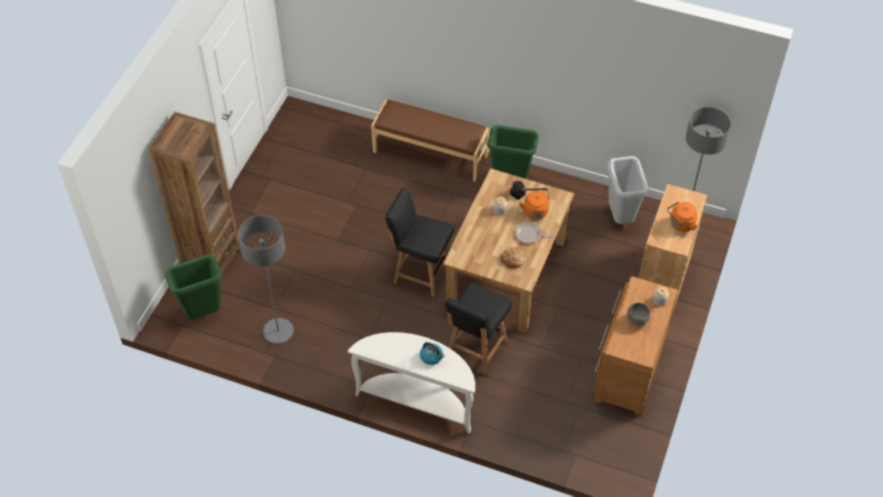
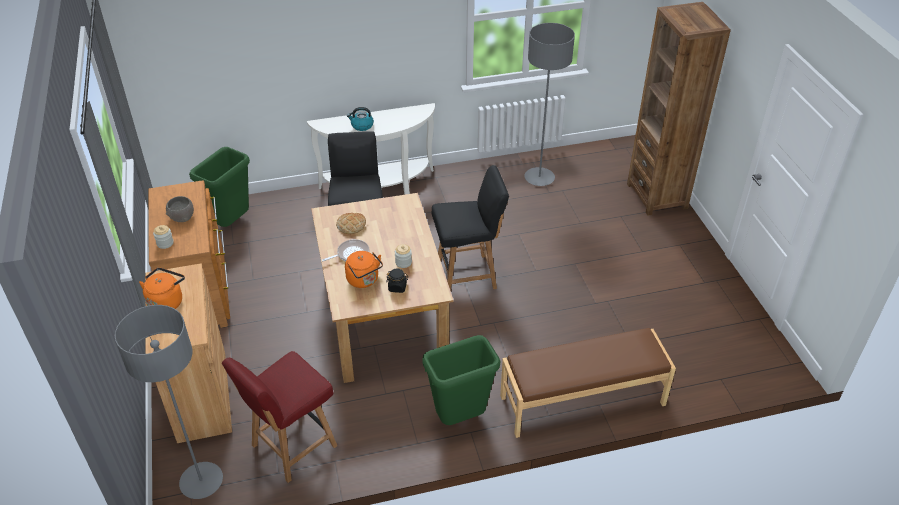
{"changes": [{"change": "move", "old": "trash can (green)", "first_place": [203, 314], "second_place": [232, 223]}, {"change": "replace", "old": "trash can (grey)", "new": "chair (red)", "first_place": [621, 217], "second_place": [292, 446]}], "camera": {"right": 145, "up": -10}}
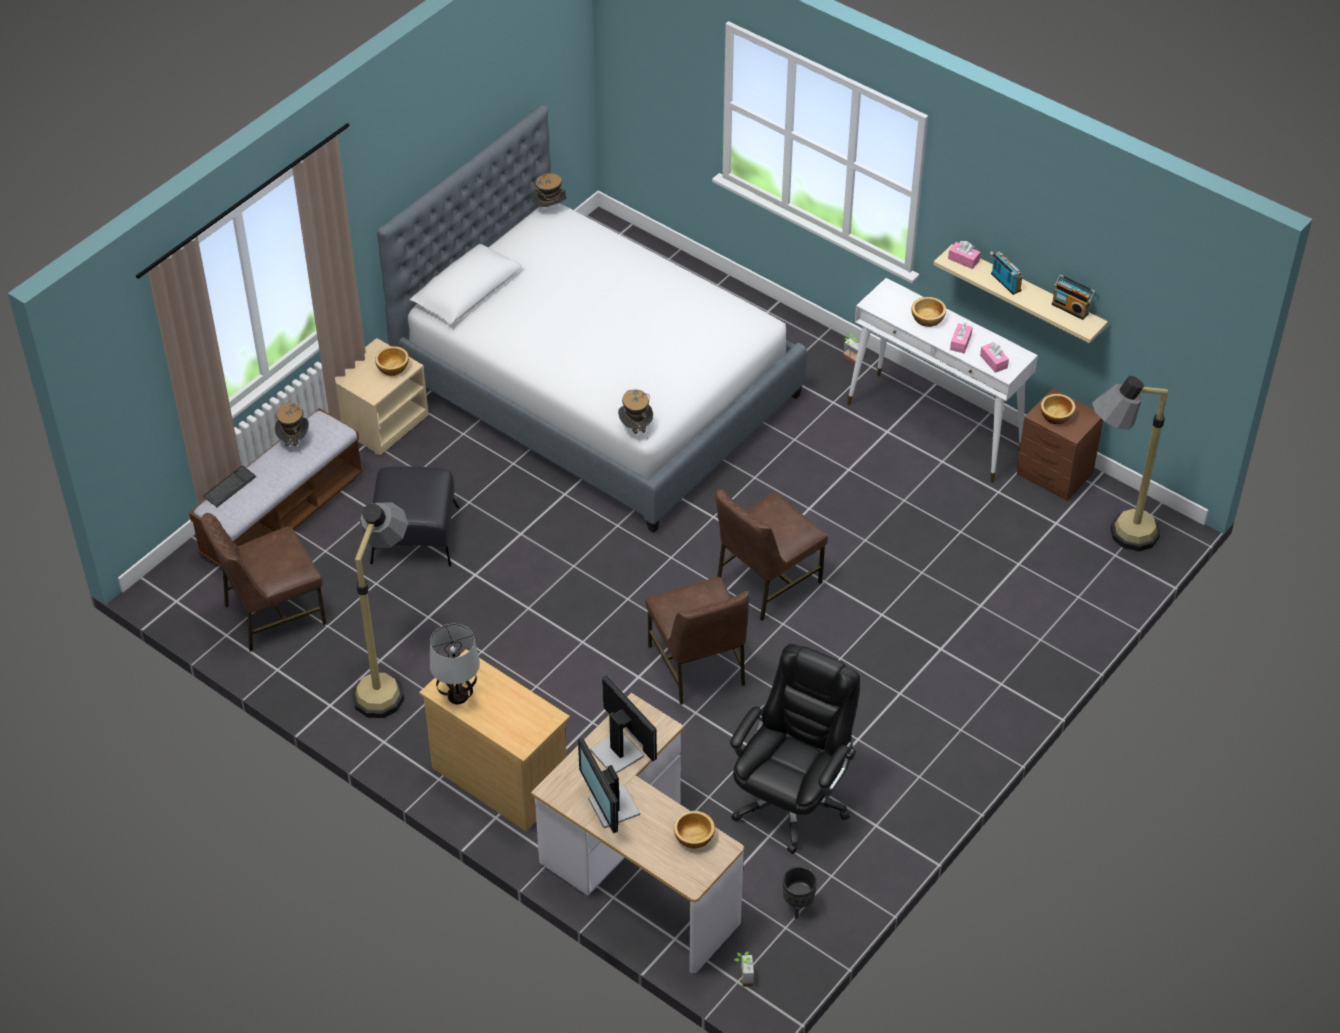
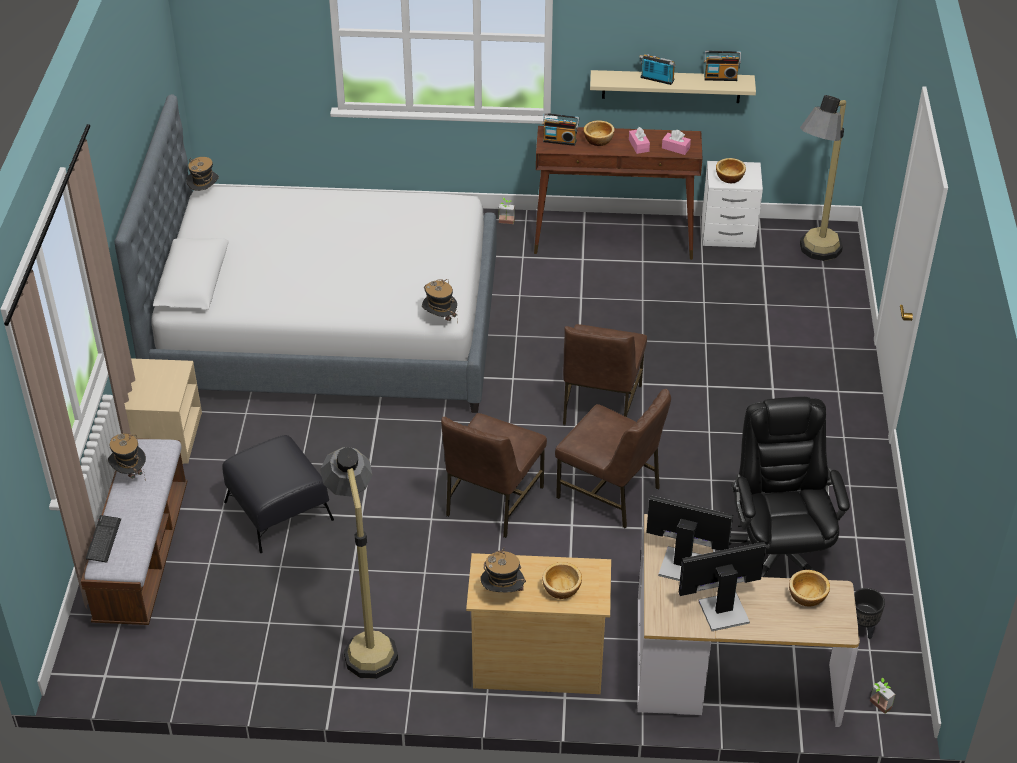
{"changes": [{"change": "move", "old": "chair (brown)", "first_place": [272, 614], "second_place": [492, 501]}, {"change": "replace", "old": "table lamp", "new": "hat", "first_place": [458, 695], "second_place": [502, 593]}, {"change": "recolor", "old": "console table (white)", "new": "console table (brown)", "first_place": [935, 427], "second_place": [614, 241]}, {"change": "insert", "new": "radio", "second_place": [560, 140]}, {"change": "move", "old": "bowl", "first_place": [392, 368], "second_place": [562, 589]}, {"change": "rotate", "old": "monitor", "first_place": [612, 808], "second_place": [722, 610], "degrees": 135}, {"change": "recolor", "old": "nightstand (brown)", "new": "nightstand (white)", "first_place": [1055, 475], "second_place": [729, 234]}, {"change": "delete", "old": "tissue box (pink)", "first_place": [963, 260]}], "camera": {"right": -35, "up": -5}}
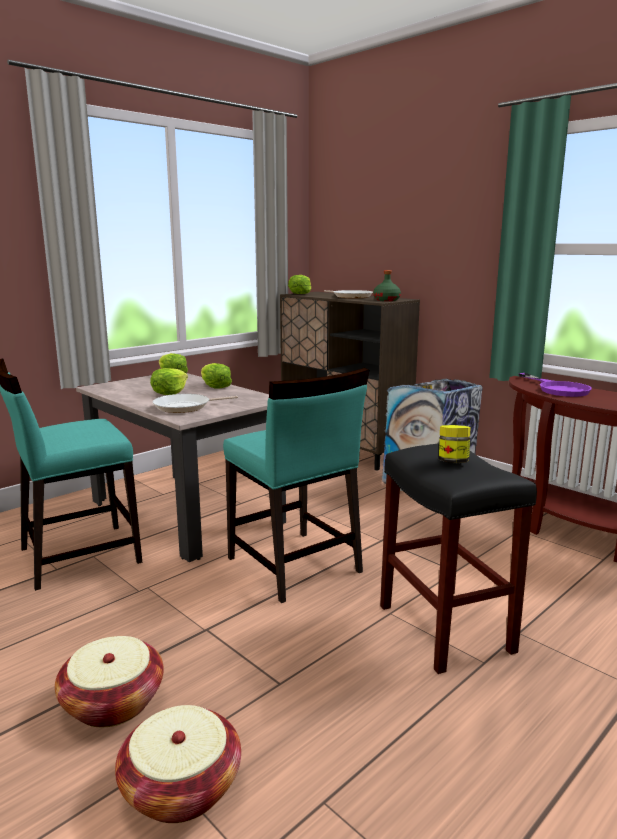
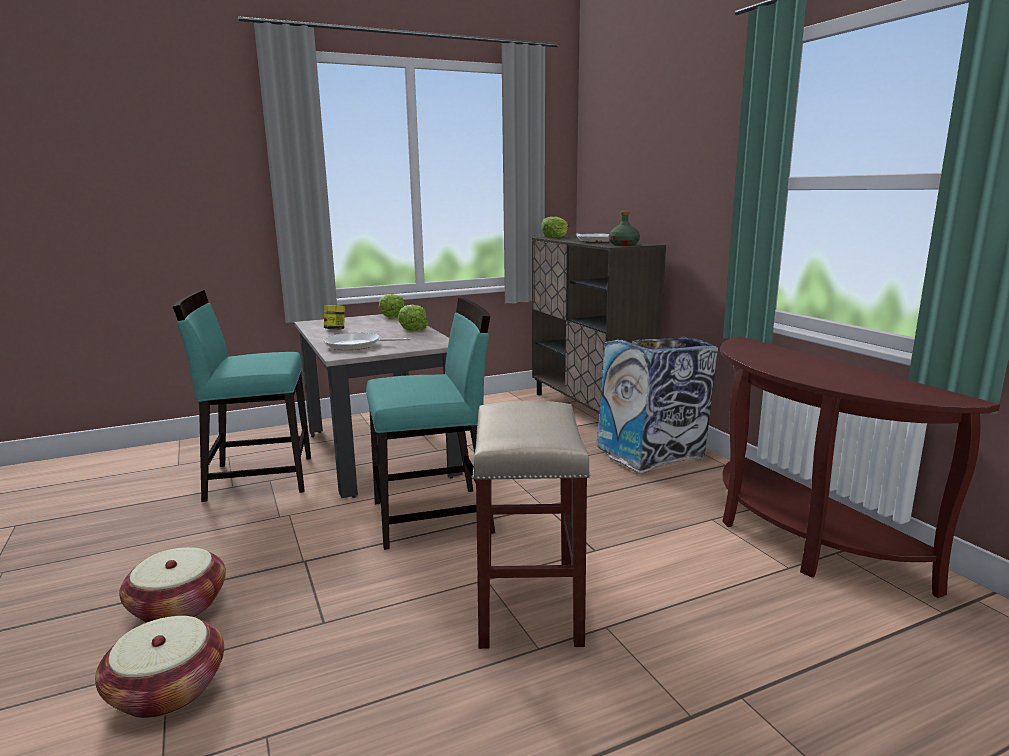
{"changes": [{"change": "move", "old": "jar", "first_place": [453, 462], "second_place": [335, 329]}, {"change": "rotate", "old": "chair (turquoise)", "first_place": [294, 566], "second_place": [434, 517], "degrees": -90}, {"change": "recolor", "old": "stool (black)", "new": "stool (beige)", "first_place": [446, 629], "second_place": [530, 607]}, {"change": "delete", "old": "lettuce", "first_place": [170, 392]}, {"change": "delete", "old": "frying pan (purple)", "first_place": [558, 389]}], "camera": {"right": 20, "up": 0}}
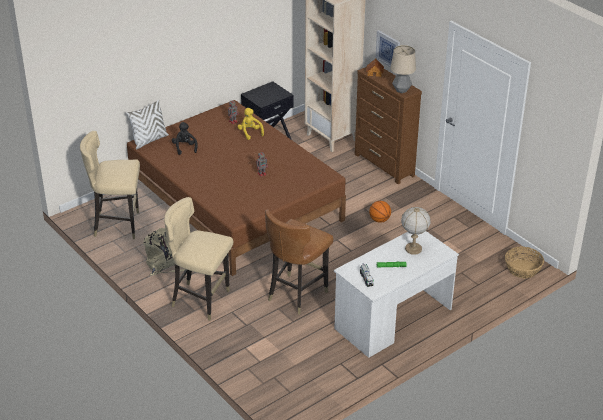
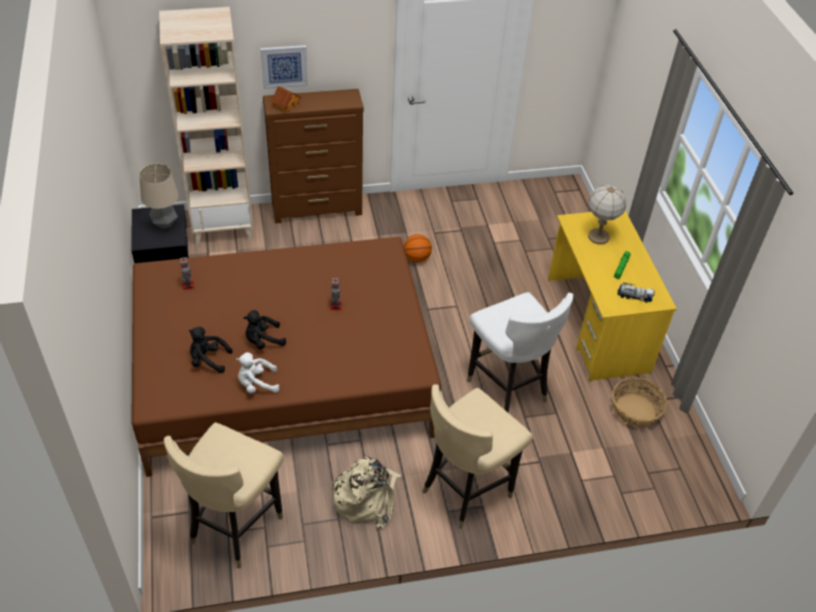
{"changes": [{"change": "move", "old": "table lamp", "first_place": [401, 90], "second_place": [165, 224]}, {"change": "insert", "new": "plush toy (white)", "second_place": [257, 384]}, {"change": "insert", "new": "plush toy (black)", "second_place": [263, 340]}, {"change": "recolor", "old": "chair (brown)", "new": "chair (white)", "first_place": [296, 294], "second_place": [507, 388]}, {"change": "recolor", "old": "desk (white)", "new": "desk (yellow)", "first_place": [393, 319], "second_place": [597, 325]}, {"change": "move", "old": "basket", "first_place": [522, 269], "second_place": [634, 410]}, {"change": "delete", "old": "pillow (white)", "first_place": [149, 140]}, {"change": "delete", "old": "plush toy (yellow)", "first_place": [250, 132]}], "camera": {"right": -65, "up": 10}}
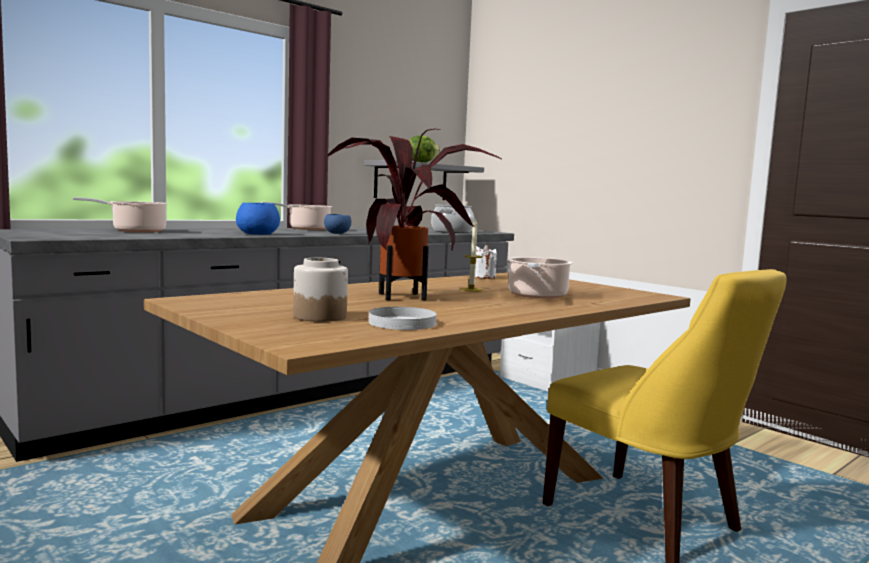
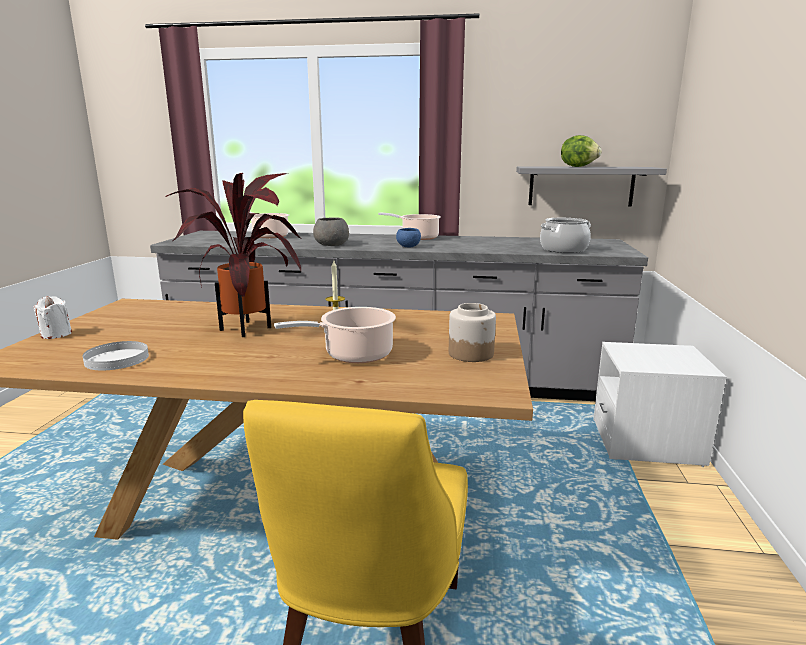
{"changes": [{"change": "move", "old": "candle (white)", "first_place": [484, 277], "second_place": [56, 334]}, {"change": "recolor", "old": "bowl (blue)", "new": "bowl (grey)", "first_place": [258, 234], "second_place": [332, 244]}, {"change": "move", "old": "jar", "first_place": [320, 316], "second_place": [471, 354]}], "camera": {"right": 50, "up": 10}}
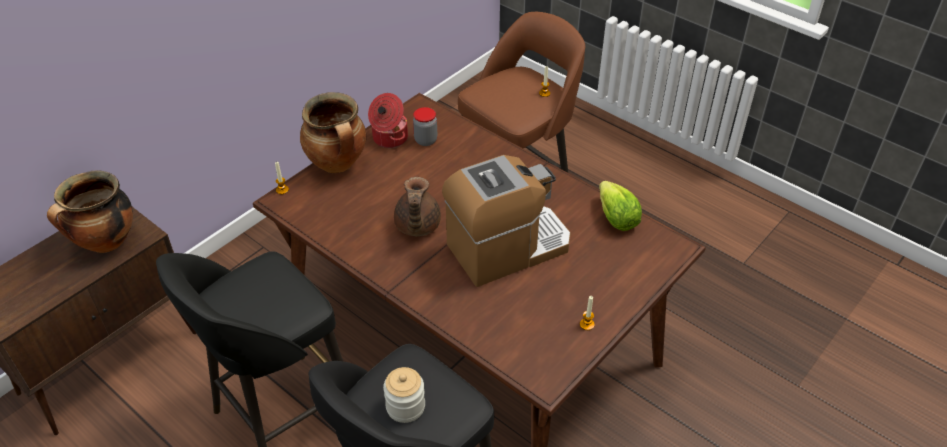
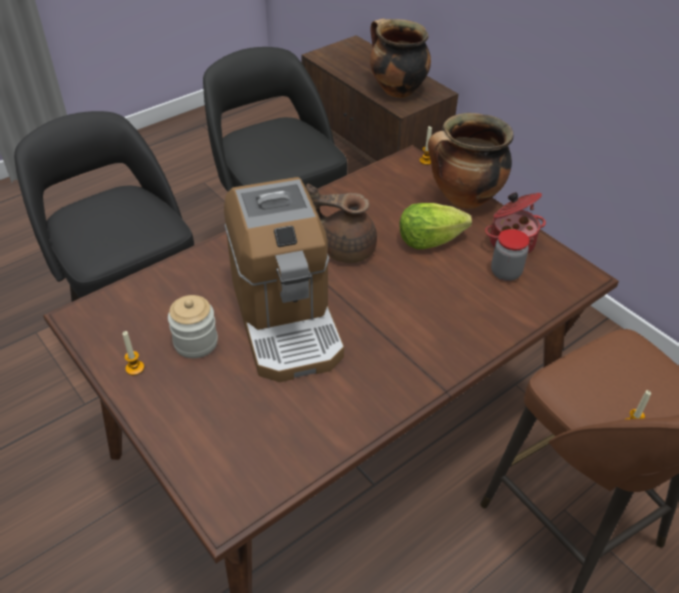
{"changes": [{"change": "move", "old": "jar", "first_place": [405, 406], "second_place": [196, 342]}, {"change": "move", "old": "lettuce", "first_place": [616, 219], "second_place": [429, 240]}], "camera": {"right": 100, "up": 0}}
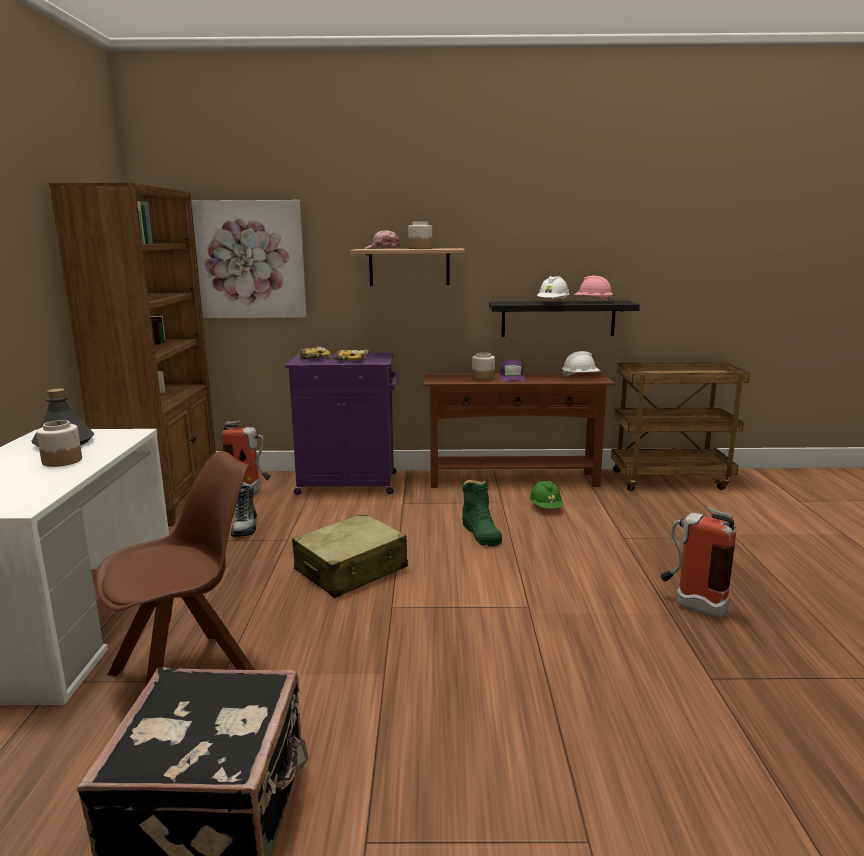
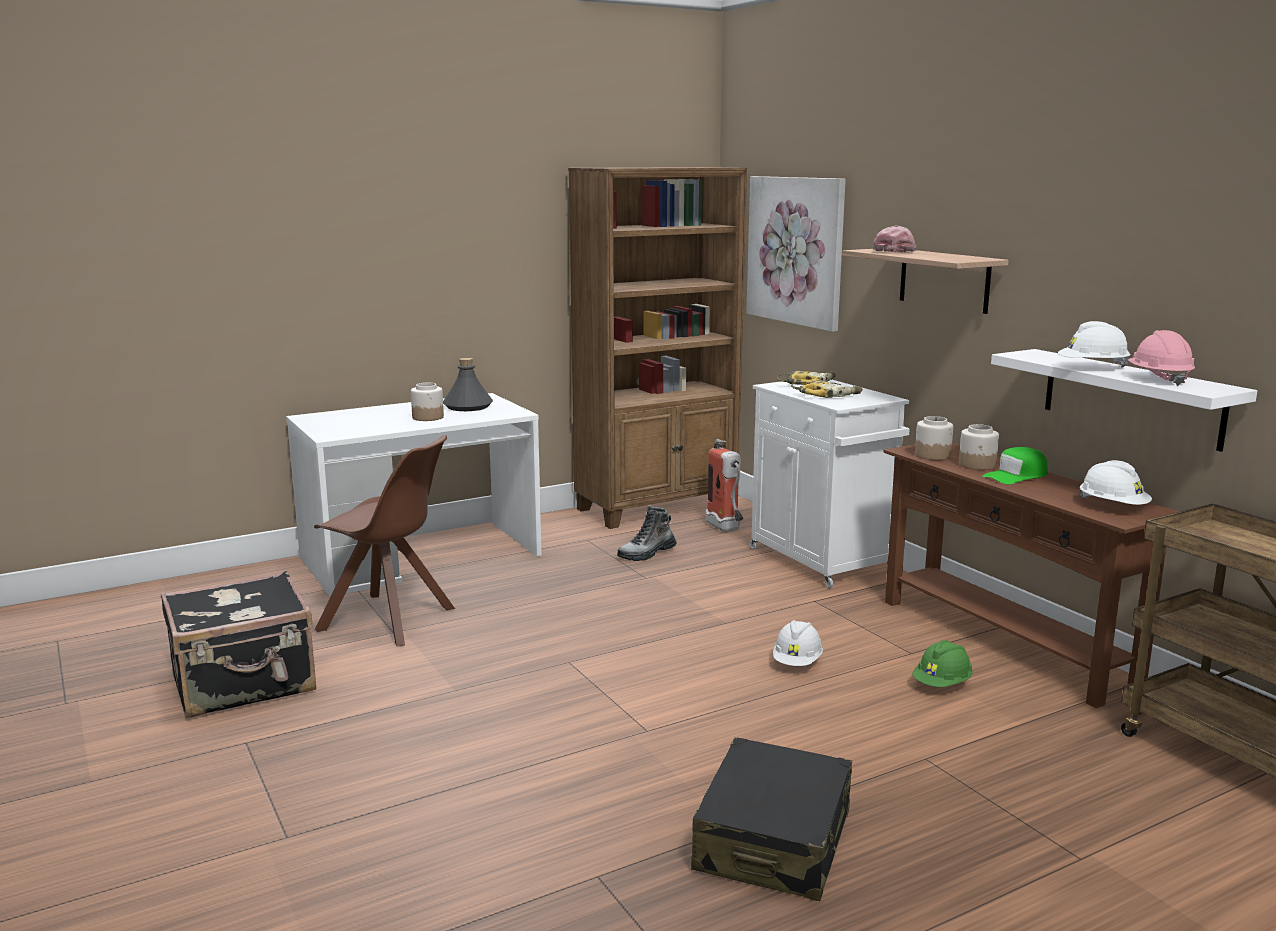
{"changes": [{"change": "replace", "old": "fire extinguisher", "new": "suitcase (black)", "first_place": [691, 605], "second_place": [773, 841]}, {"change": "recolor", "old": "cabinet (purple)", "new": "cabinet (white)", "first_place": [349, 483], "second_place": [822, 561]}, {"change": "replace", "old": "boot (green)", "new": "hard hat (white)", "first_place": [481, 533], "second_place": [797, 662]}, {"change": "move", "old": "jar", "first_place": [420, 248], "second_place": [932, 455]}, {"change": "recolor", "old": "cap (purple)", "new": "cap (green)", "first_place": [512, 377], "second_place": [1016, 476]}, {"change": "recolor", "old": "shelf (black)", "new": "shelf (white)", "first_place": [558, 318], "second_place": [1131, 398]}, {"change": "delete", "old": "suitcase (beige)", "first_place": [351, 569]}], "camera": {"right": 60, "up": 0}}
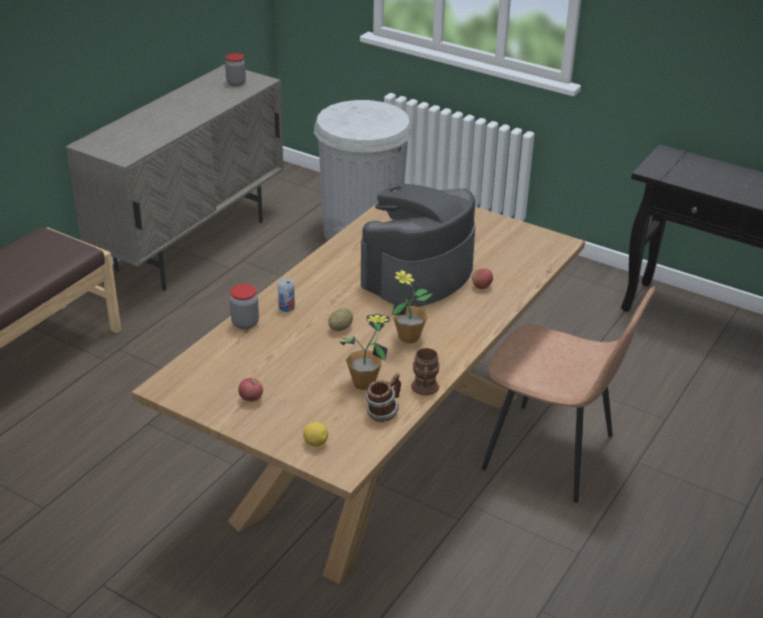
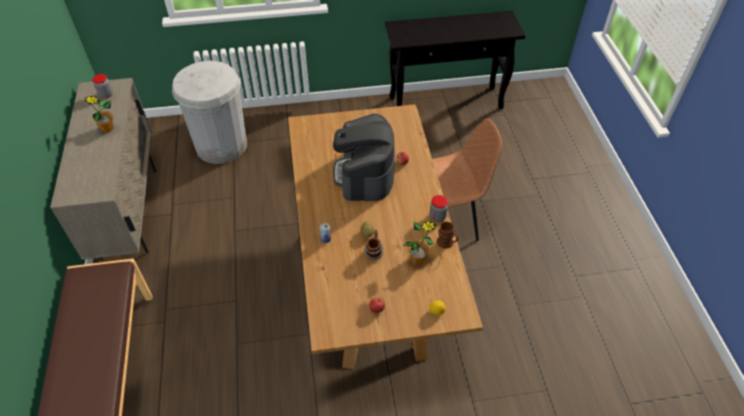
{"changes": [{"change": "move", "old": "potted plant", "first_place": [409, 337], "second_place": [107, 128]}, {"change": "move", "old": "mug", "first_place": [383, 412], "second_place": [373, 252]}, {"change": "move", "old": "jar", "first_place": [245, 323], "second_place": [437, 217]}], "camera": {"right": -40, "up": 15}}
